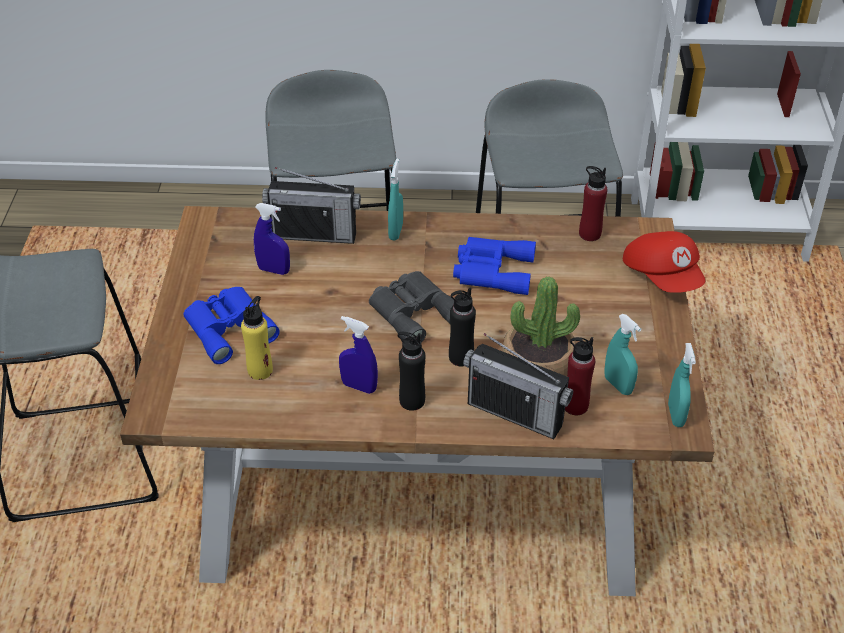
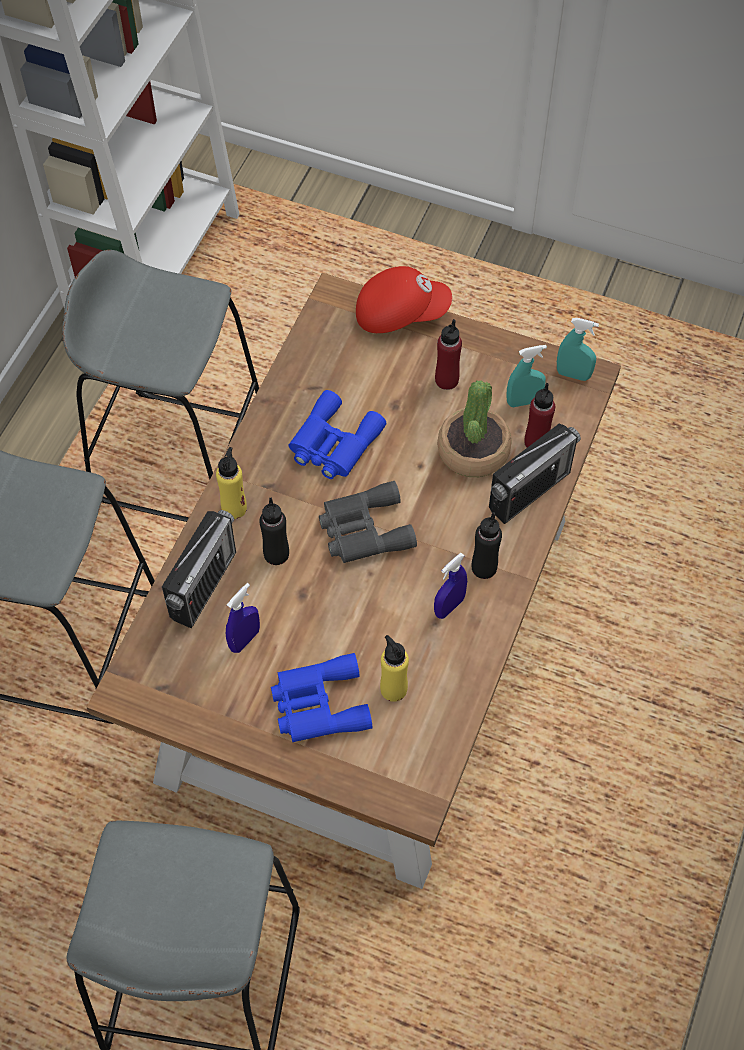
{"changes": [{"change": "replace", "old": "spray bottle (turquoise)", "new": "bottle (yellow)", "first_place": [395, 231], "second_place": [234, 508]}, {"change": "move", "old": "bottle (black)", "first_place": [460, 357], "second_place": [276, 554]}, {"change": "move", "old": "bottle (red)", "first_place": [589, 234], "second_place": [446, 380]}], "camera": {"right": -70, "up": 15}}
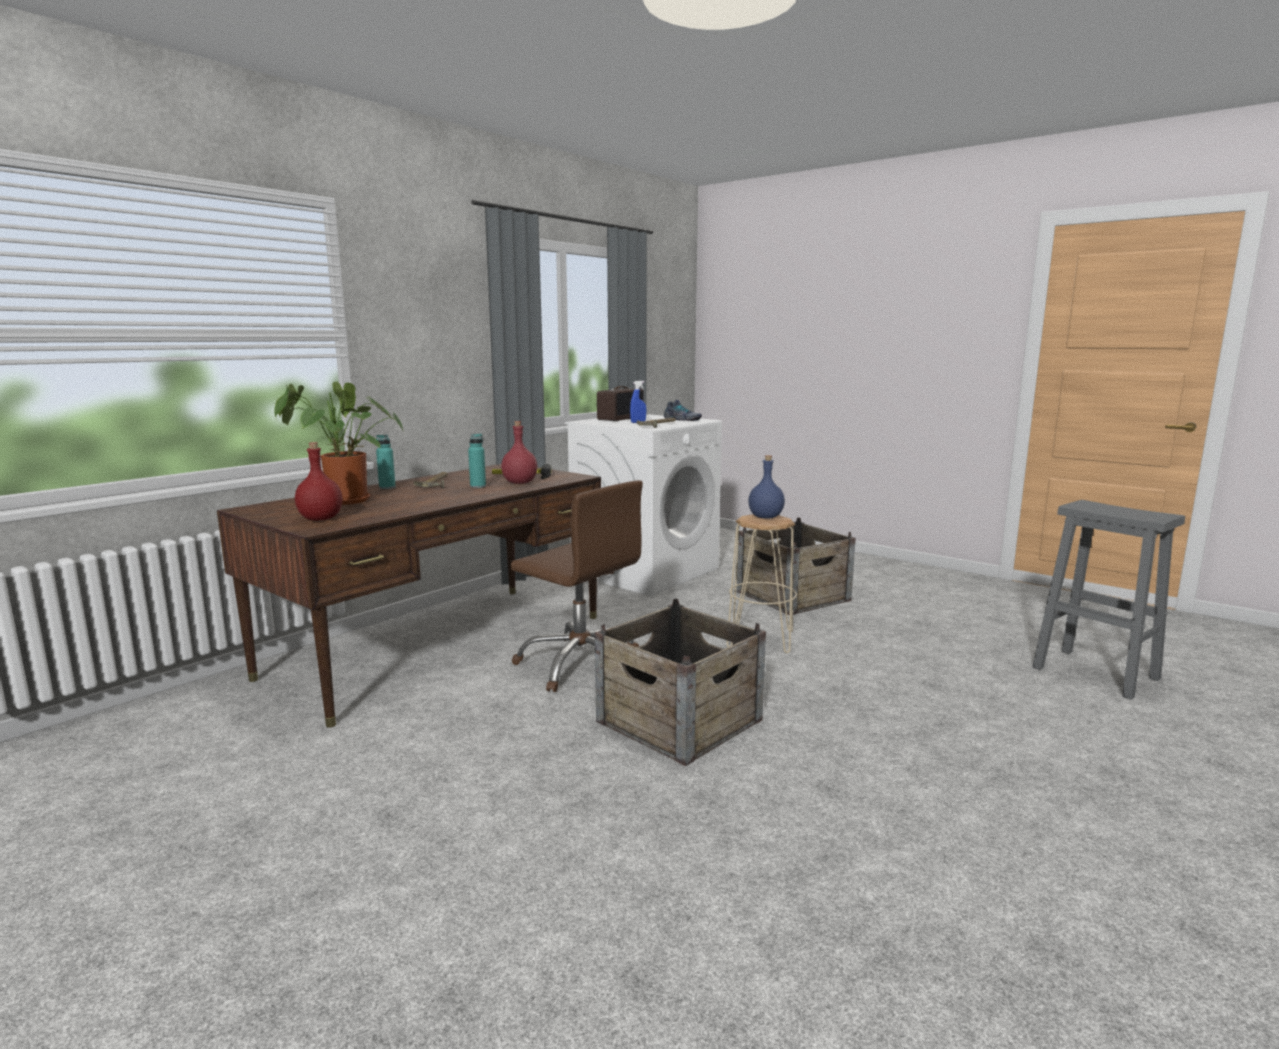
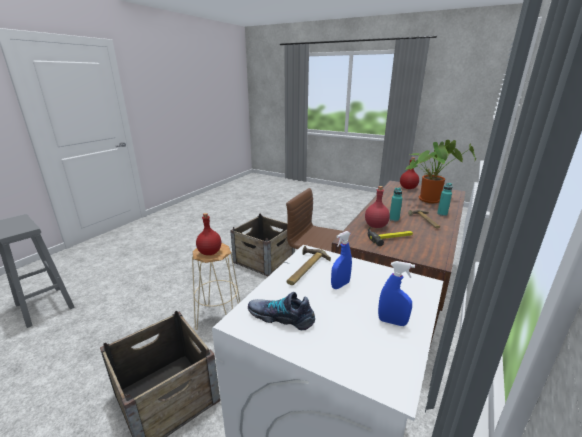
{"changes": [{"change": "recolor", "old": "bottle (blue)", "new": "bottle (red)", "first_place": [766, 517], "second_place": [209, 252]}, {"change": "replace", "old": "radio", "new": "spray bottle (blue)", "first_place": [620, 418], "second_place": [392, 322]}], "camera": {"right": 170, "up": 10}}
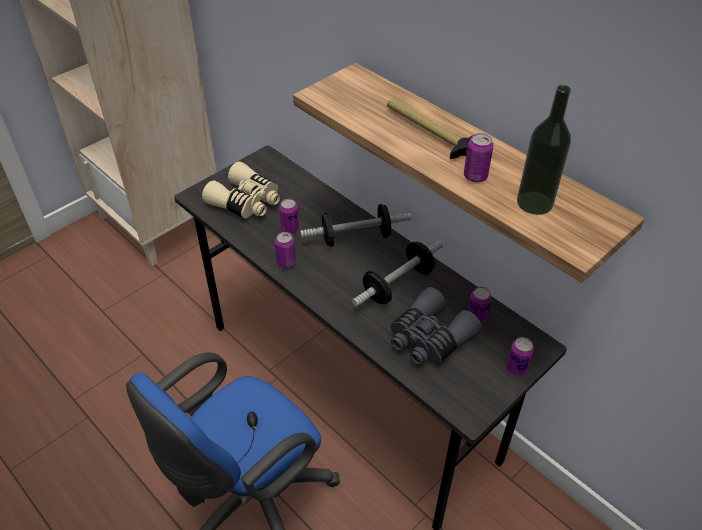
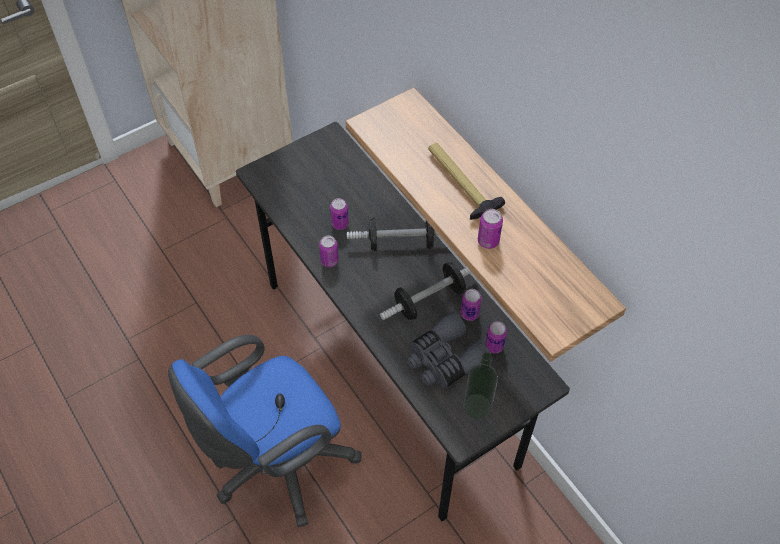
{"changes": [{"change": "move", "old": "can", "first_place": [516, 368], "second_place": [469, 314]}, {"change": "move", "old": "bottle", "first_place": [534, 203], "second_place": [477, 406]}, {"change": "delete", "old": "binoculars (beige)", "first_place": [246, 202]}], "camera": {"right": 10, "up": 10}}
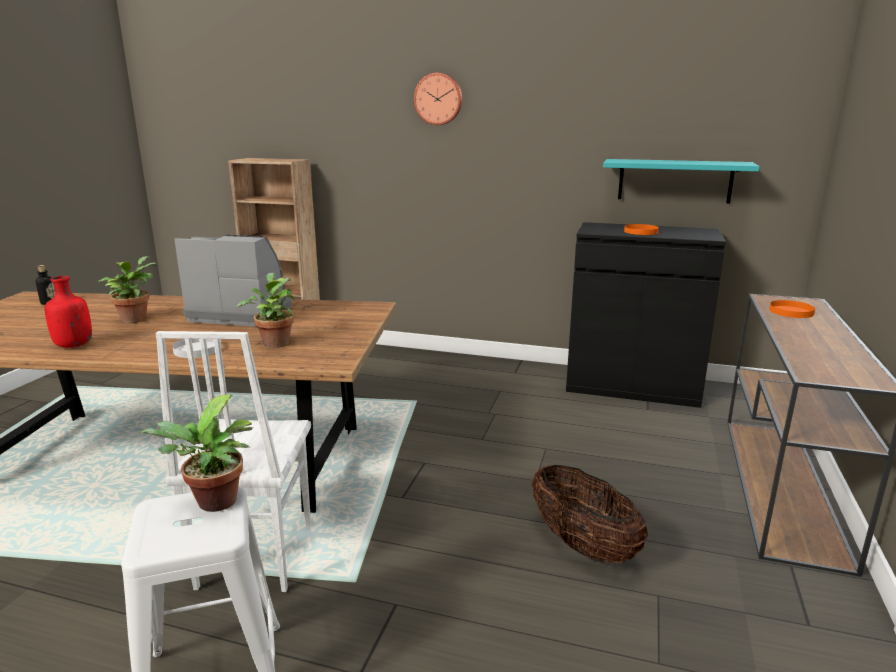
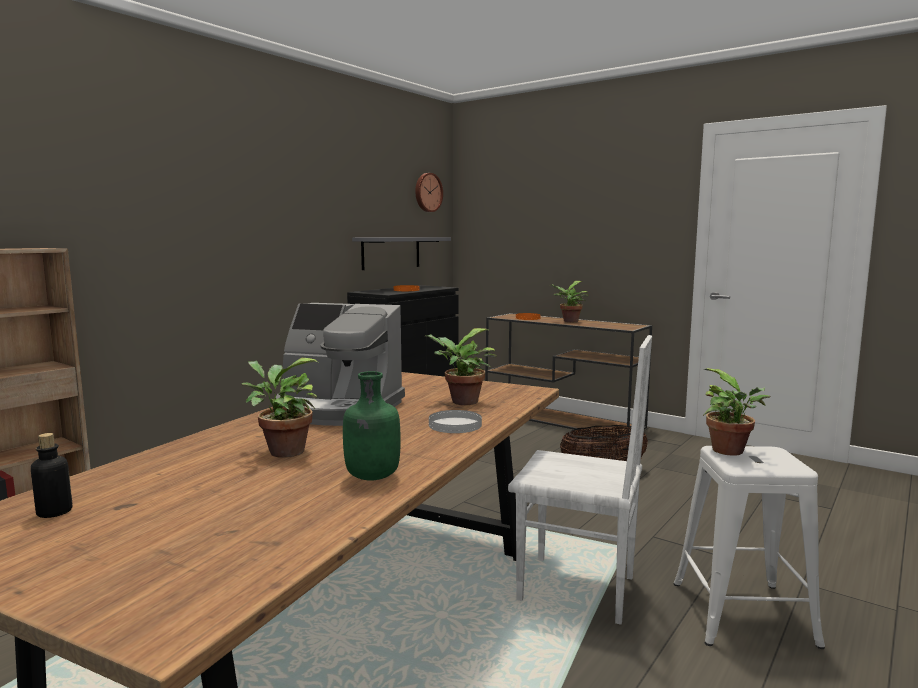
{"changes": [{"change": "rotate", "old": "coffee machine", "first_place": [243, 313], "second_place": [338, 409], "degrees": -105}, {"change": "recolor", "old": "bottle (red)", "new": "bottle (green)", "first_place": [73, 345], "second_place": [372, 477]}, {"change": "recolor", "old": "shelf (turquoise)", "new": "shelf (grey)", "first_place": [674, 180], "second_place": [391, 252]}, {"change": "move", "old": "wall clock", "first_place": [438, 99], "second_place": [427, 192]}, {"change": "insert", "new": "potted plant", "second_place": [569, 321]}], "camera": {"right": -70, "up": -10}}
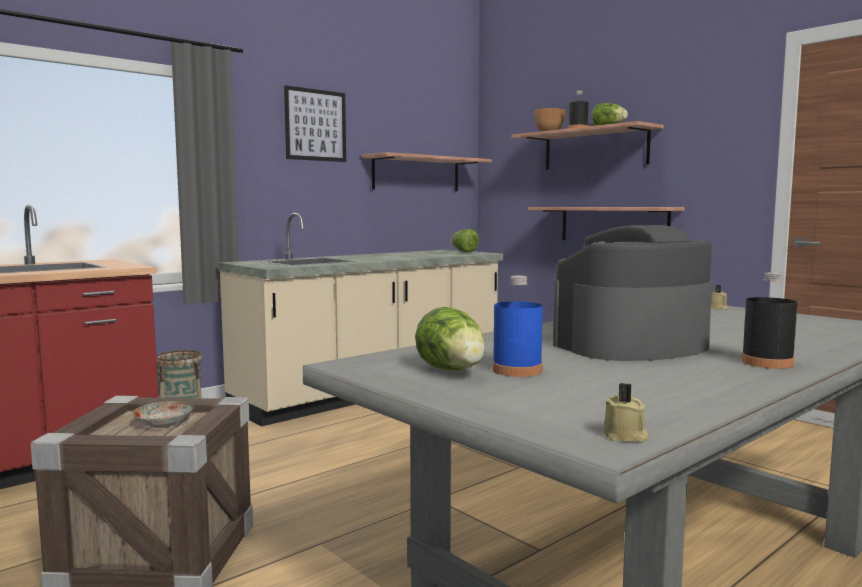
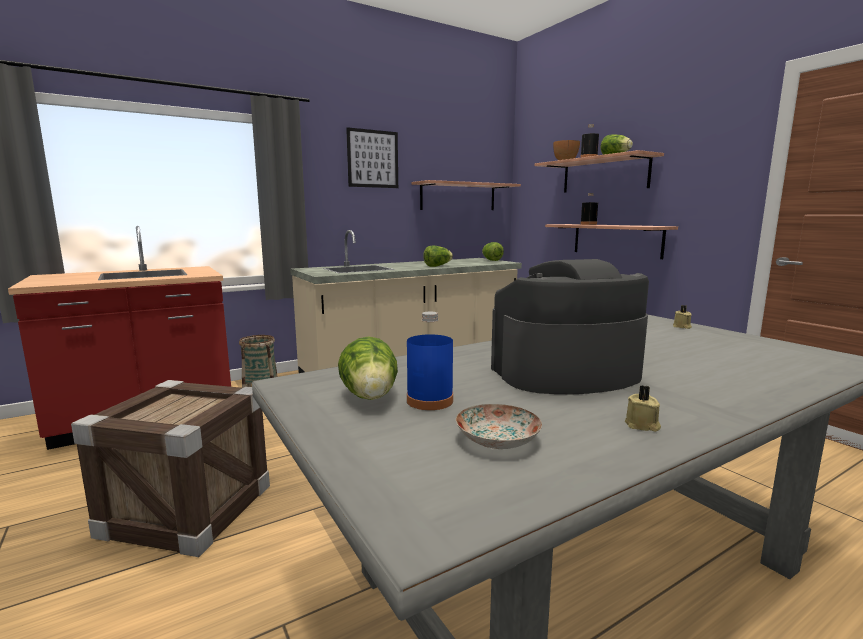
{"changes": [{"change": "insert", "new": "lettuce", "second_place": [437, 266]}, {"change": "move", "old": "plate", "first_place": [164, 424], "second_place": [498, 440]}, {"change": "move", "old": "bottle (black)", "first_place": [767, 363], "second_place": [588, 224]}, {"change": "move", "old": "candle (beige)", "first_place": [625, 436], "second_place": [642, 425]}], "camera": {"right": 10, "up": 5}}
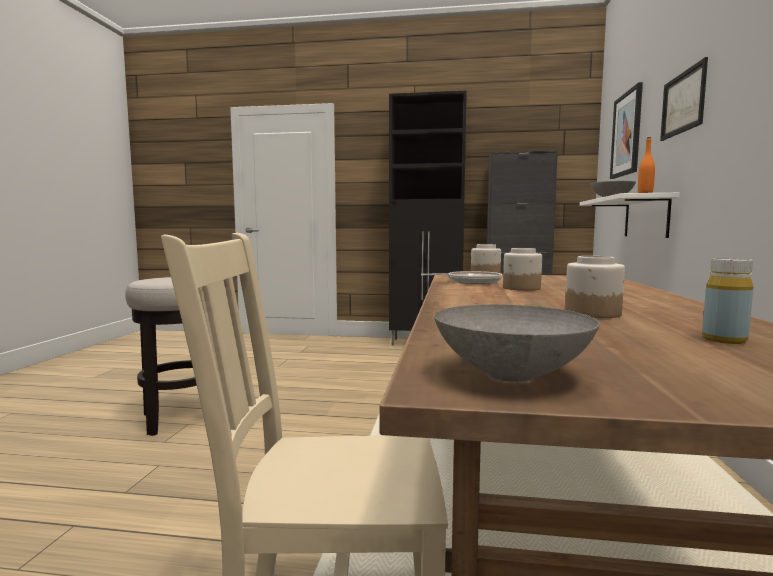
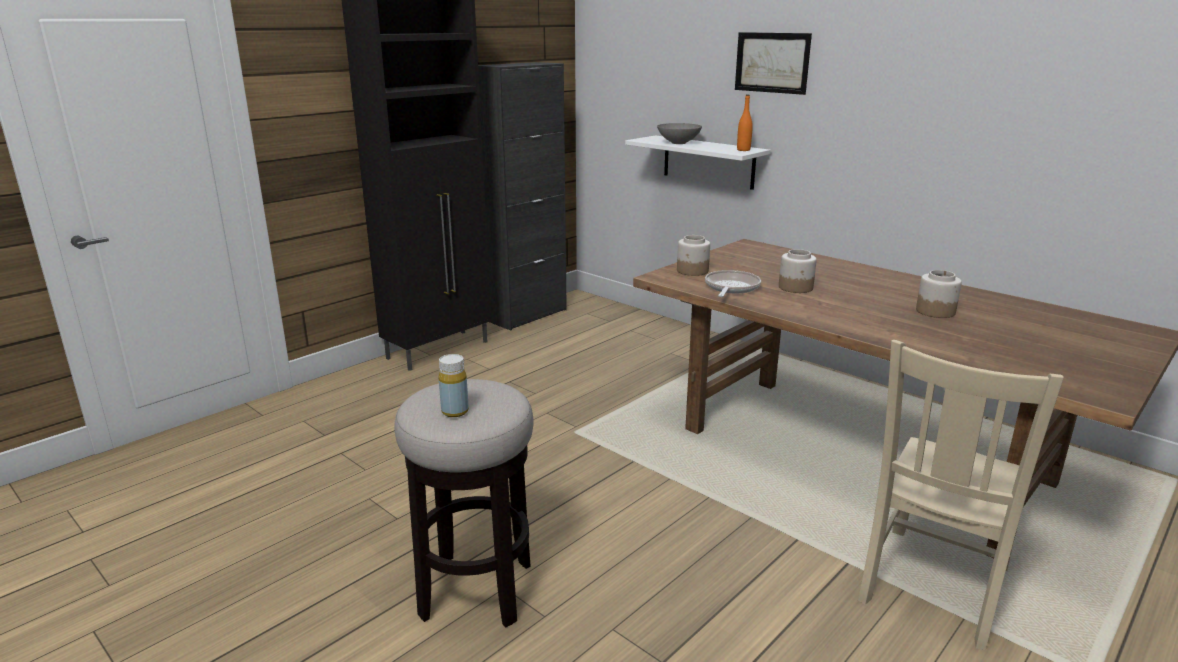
{"changes": [{"change": "move", "old": "bottle (yellow)", "first_place": [724, 340], "second_place": [455, 411]}, {"change": "delete", "old": "bowl (grey)", "first_place": [510, 374]}, {"change": "delete", "old": "picture", "first_place": [627, 134]}], "camera": {"right": -55, "up": 15}}
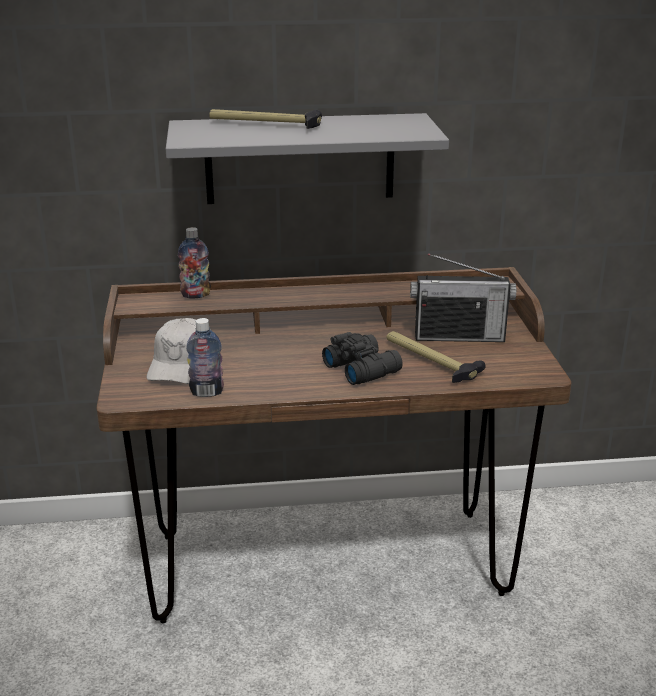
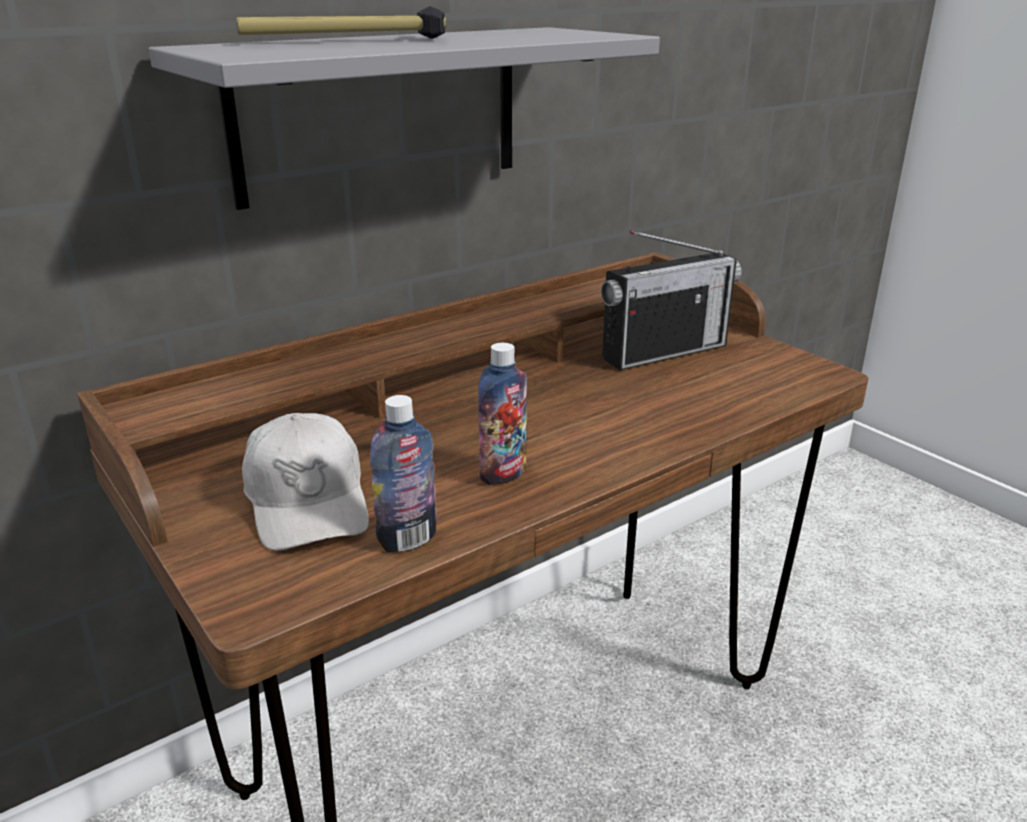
{"changes": [{"change": "move", "old": "bottle", "first_place": [196, 295], "second_place": [503, 474]}, {"change": "delete", "old": "binoculars (black)", "first_place": [362, 368]}, {"change": "delete", "old": "hammer", "first_place": [429, 361]}], "camera": {"right": -30, "up": 0}}
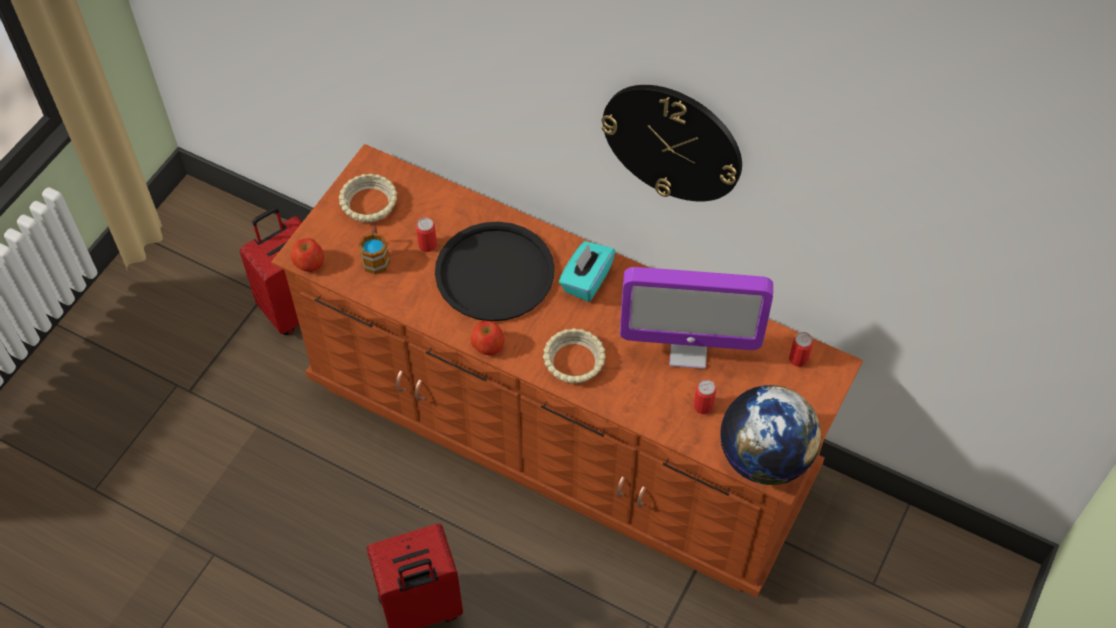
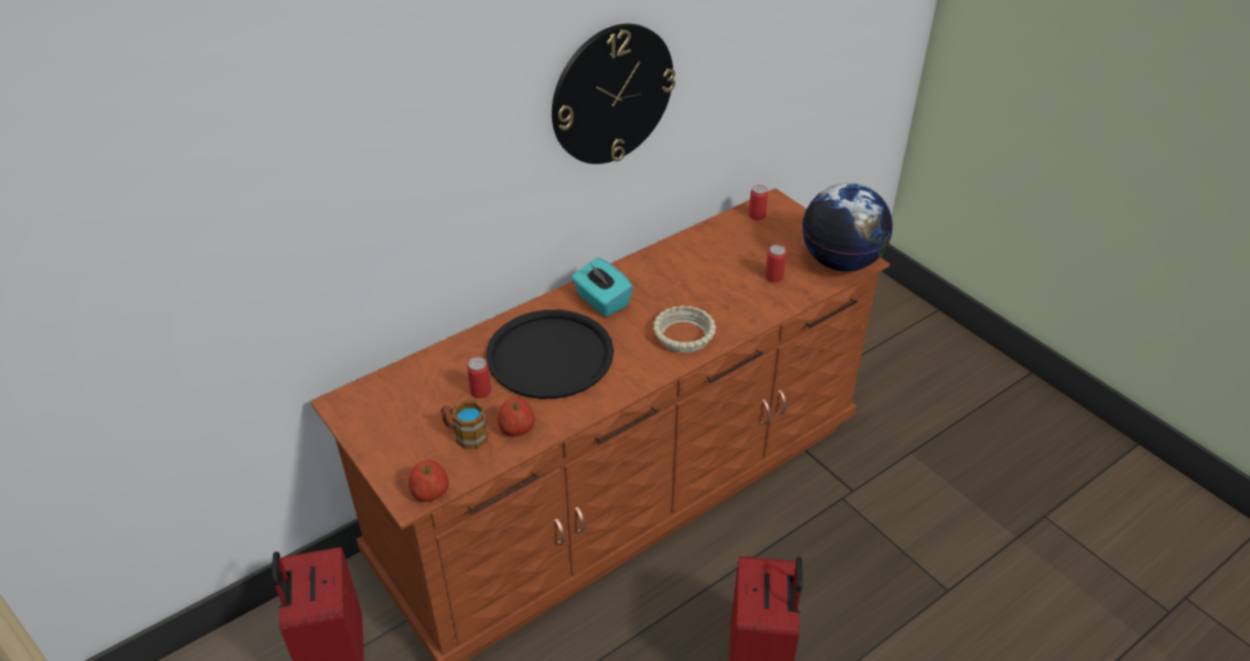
{"changes": [{"change": "move", "old": "apple", "first_place": [488, 345], "second_place": [516, 428]}, {"change": "delete", "old": "bowl (beige)", "first_place": [369, 204]}, {"change": "delete", "old": "monitor", "first_place": [688, 350]}], "camera": {"right": -65, "up": -15}}
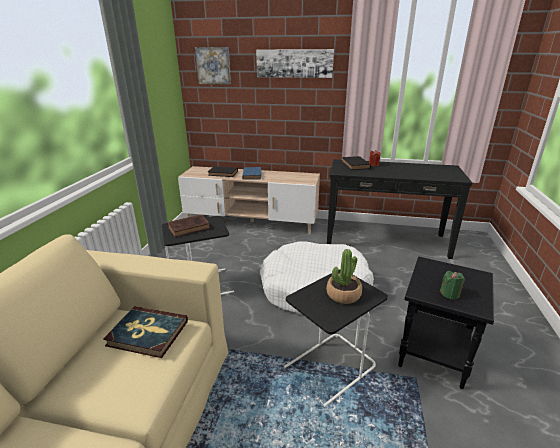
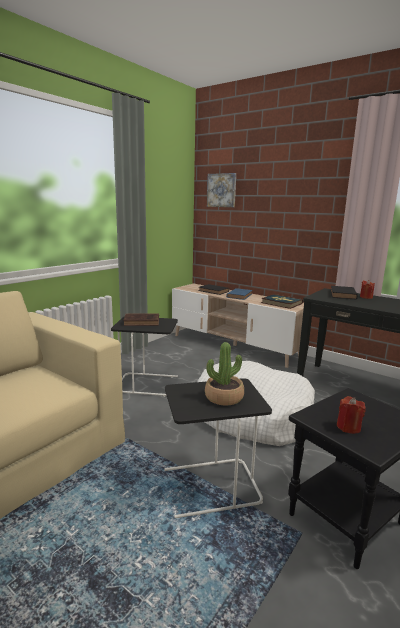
{"changes": [{"change": "move", "old": "book", "first_place": [147, 333], "second_place": [281, 303]}, {"change": "recolor", "old": "candle (green)", "new": "candle (red)", "first_place": [450, 294], "second_place": [348, 427]}, {"change": "delete", "old": "picture", "first_place": [294, 63]}], "camera": {"right": 25, "up": -10}}
